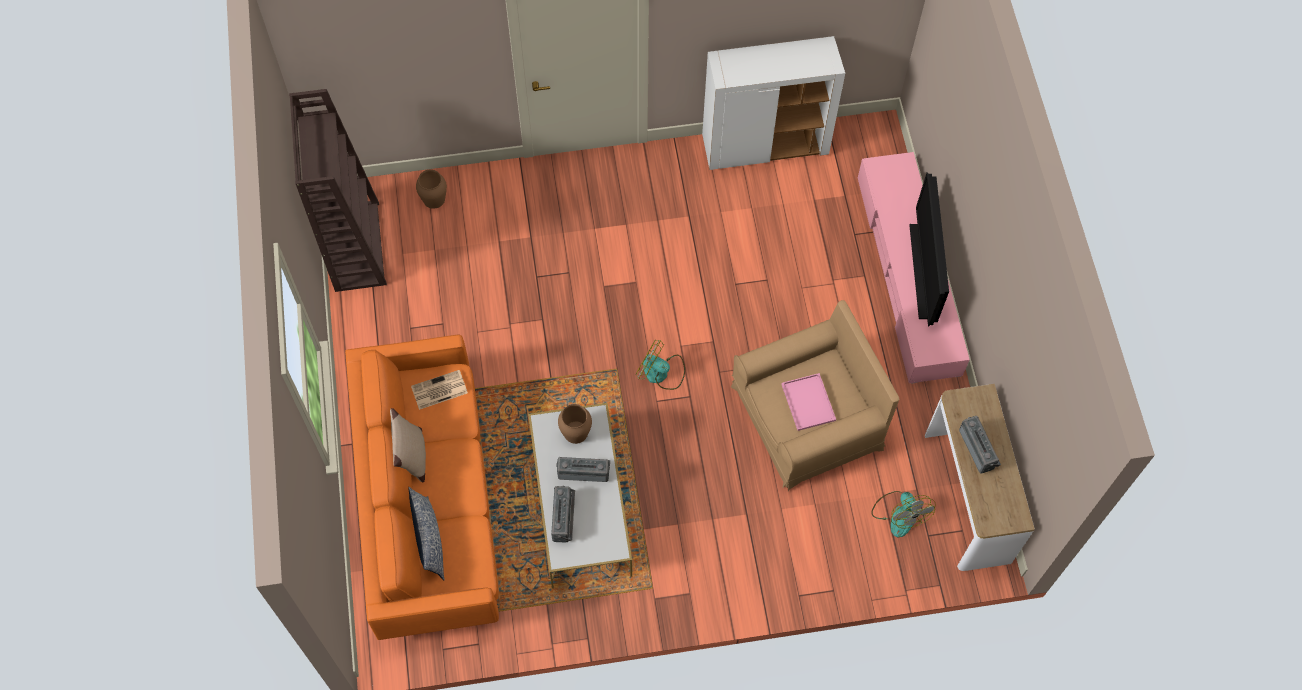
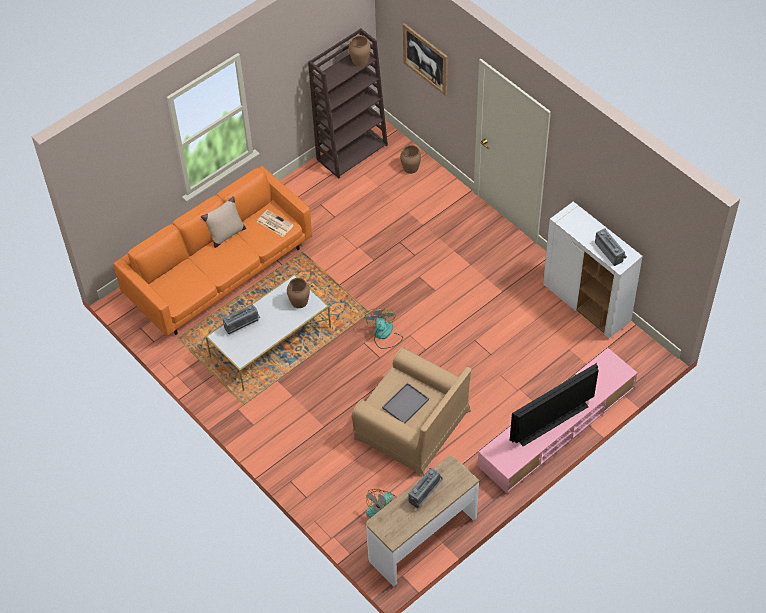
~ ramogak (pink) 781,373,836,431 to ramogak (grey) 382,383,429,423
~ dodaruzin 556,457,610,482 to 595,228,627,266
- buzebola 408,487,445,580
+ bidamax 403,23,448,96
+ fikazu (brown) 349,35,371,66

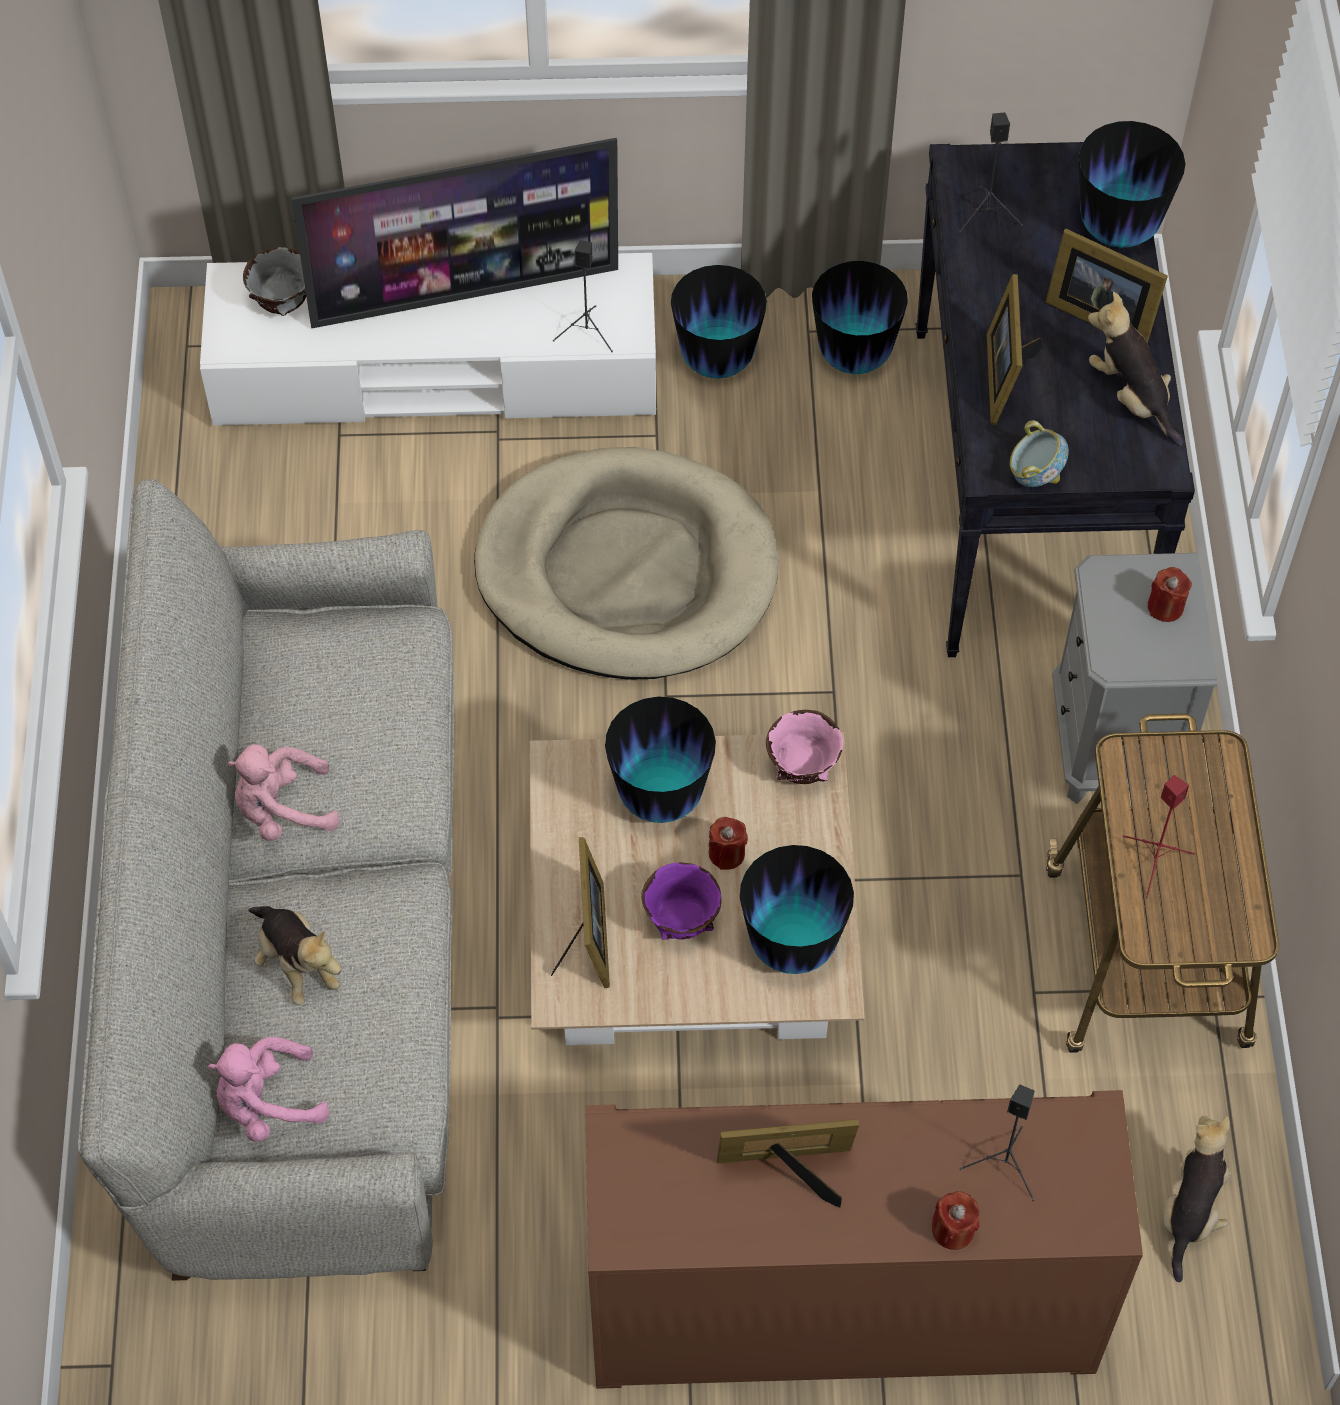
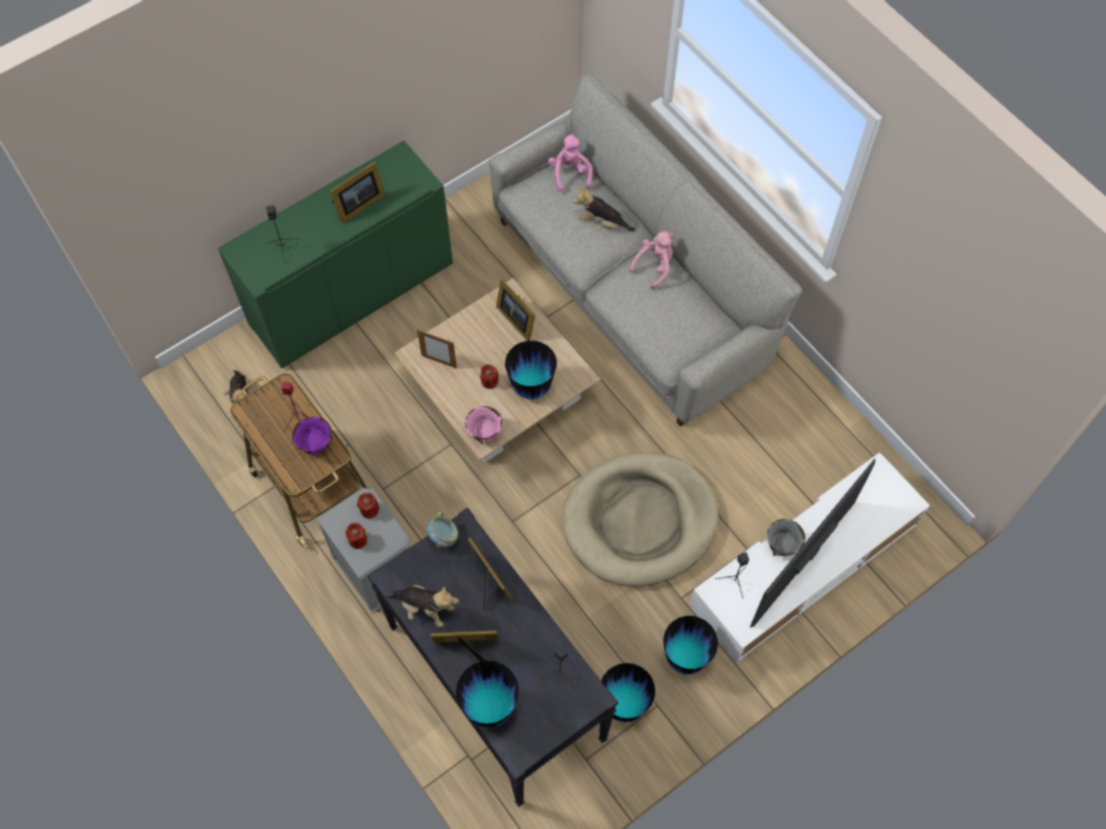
~ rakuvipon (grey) 243,247,306,316 to 767,519,805,556
~ fikazu 740,845,854,974 to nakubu 417,330,457,369
~ rakuvipon (purple) 641,863,722,940 to 292,416,332,457
~ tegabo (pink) 208,1037,330,1142 = 548,133,593,192 45 degrees counterclockwise
~ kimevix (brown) 585,1090,1143,1389 to kimevix (green) 218,141,453,368
~ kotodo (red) 932,1191,980,1250 to 357,493,380,519

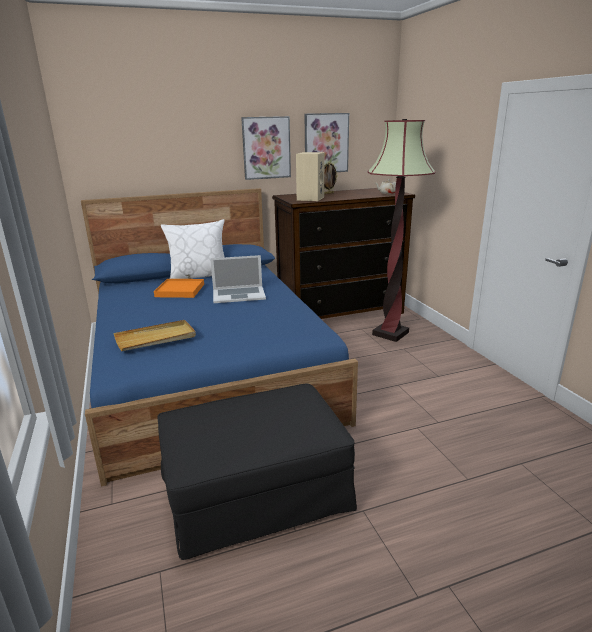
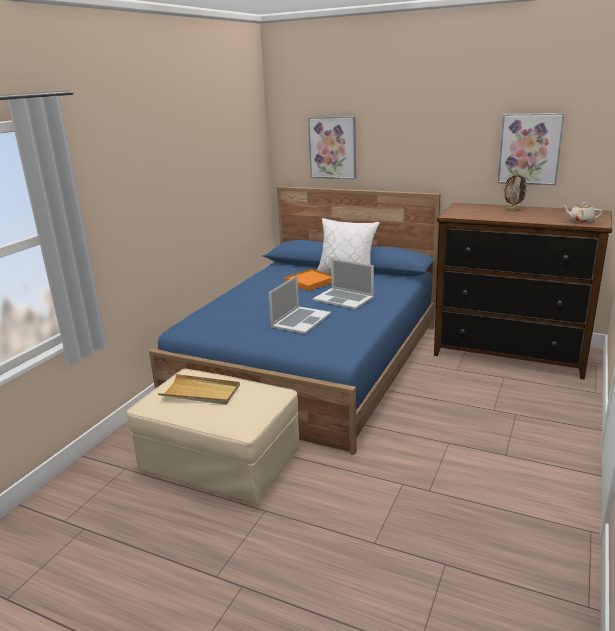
~ bidamax 241,116,291,180 to 308,117,356,179
- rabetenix 368,119,435,342
- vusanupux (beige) 296,152,324,201
~ ramogak (beige) 113,320,196,351 to 158,374,240,405
~ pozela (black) 158,384,357,560 to pozela (beige) 127,369,300,506
+ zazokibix 269,275,331,334

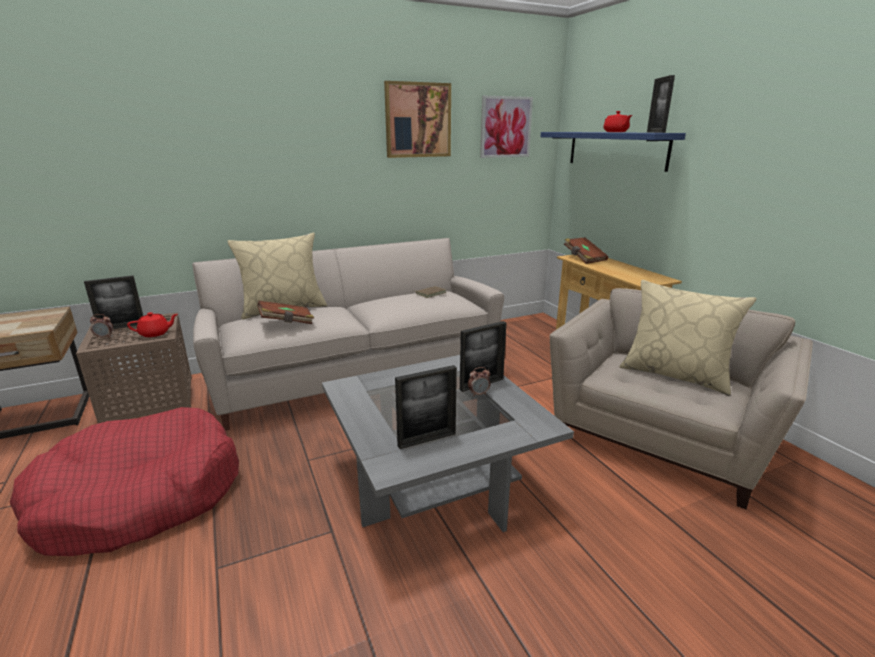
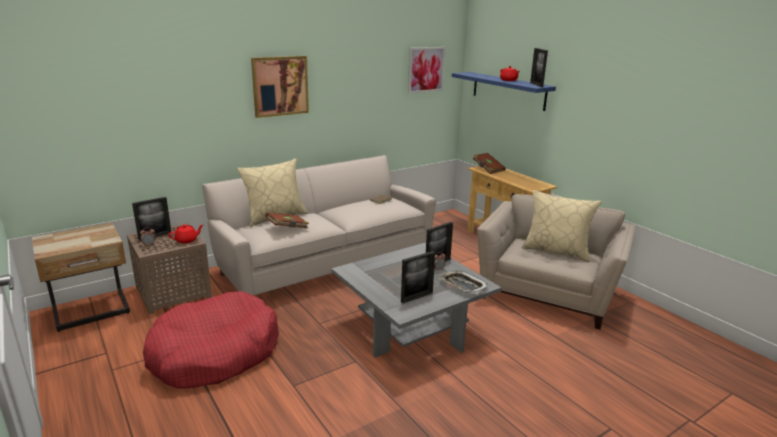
~ bidamax 384,81,451,158 to 251,56,309,118
+ ramogak 439,271,488,294

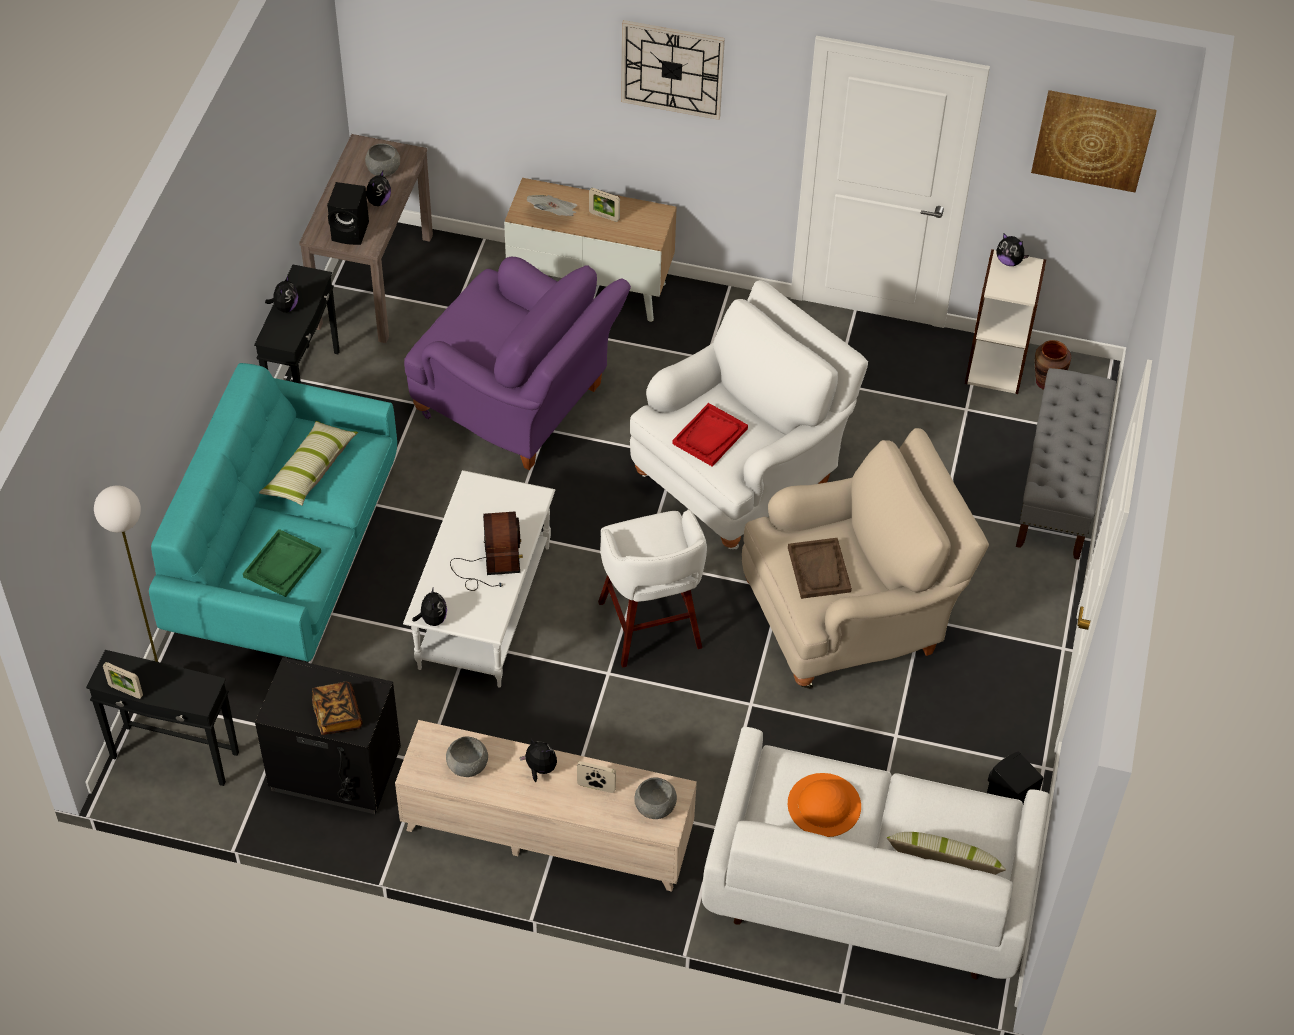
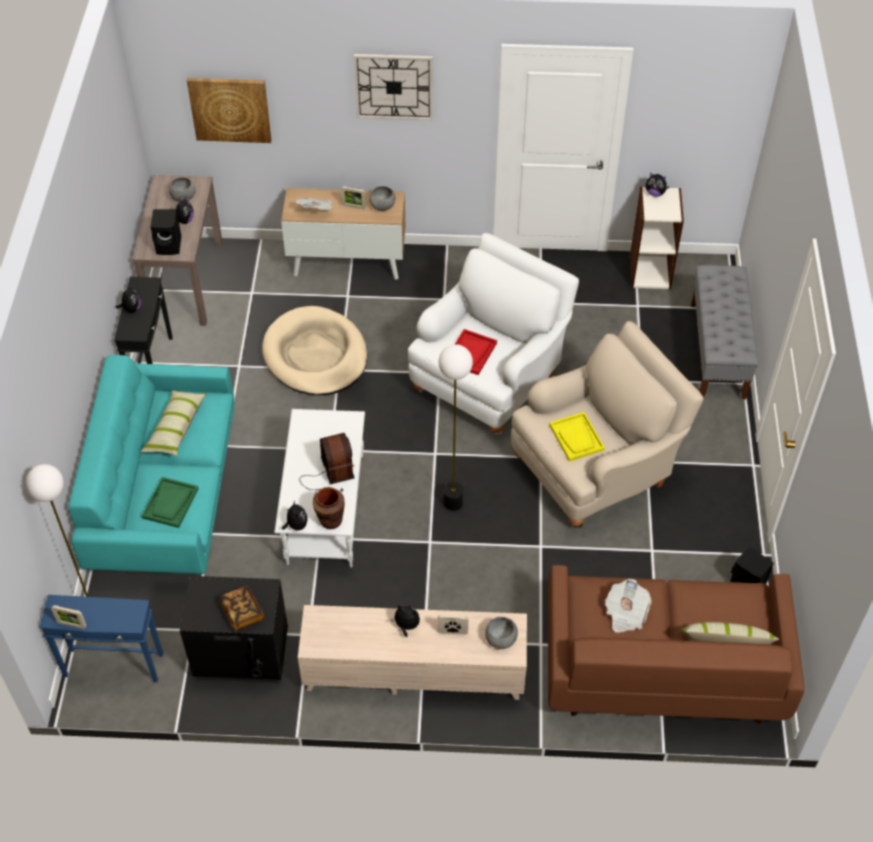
~ bidamax 1031,90,1157,192 to 187,78,271,143
~ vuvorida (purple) 404,257,631,470 to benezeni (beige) 262,306,367,395
~ fikazu (brown) 1035,340,1071,390 to 313,487,345,529
~ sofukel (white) 598,509,707,668 to rabetenix 438,344,473,511
~ ramogak (brown) 788,538,852,599 to ramogak (yellow) 549,412,605,462
~ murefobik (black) 86,650,239,786 to murefobik (blue) 39,595,163,682
~ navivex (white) 702,727,1050,979 to navivex (brown) 548,565,804,724
~ rakuvipon (grey) 446,737,488,777 to 369,186,395,211
~ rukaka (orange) 788,773,861,837 to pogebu 605,579,652,633

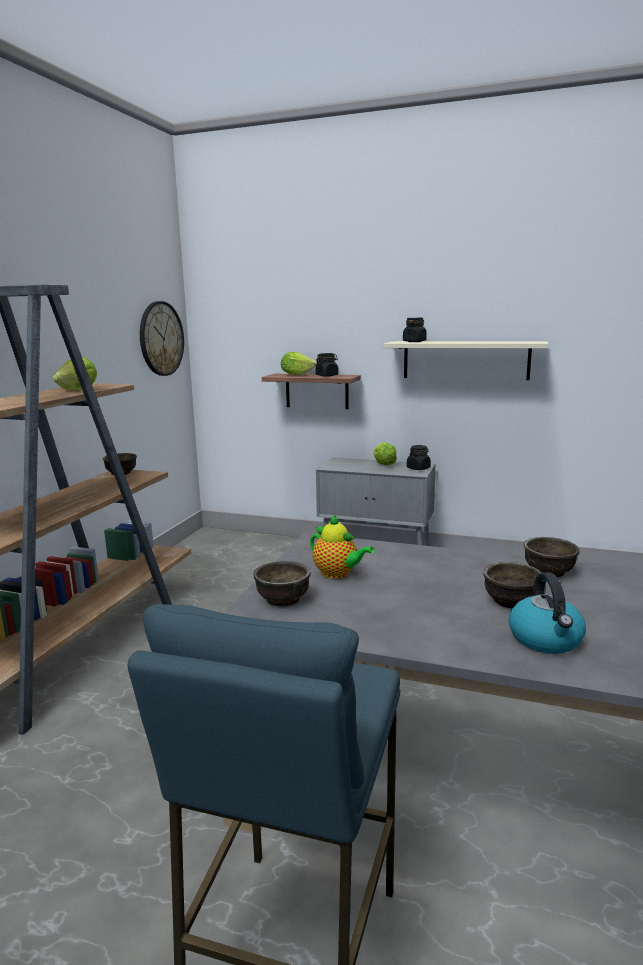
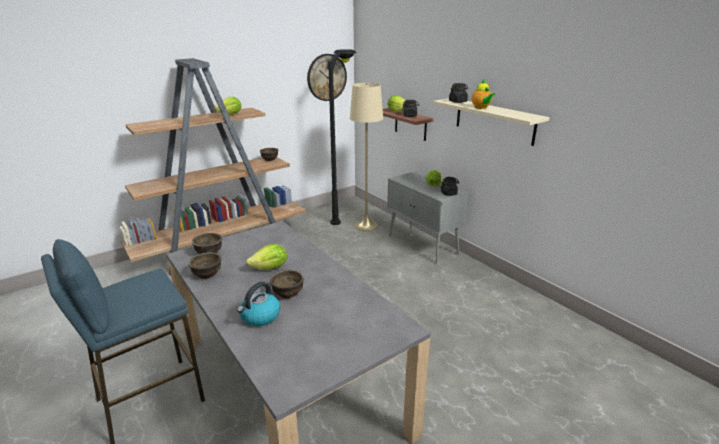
~ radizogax 310,515,375,579 to 472,79,495,109
~ rakuvipon (brown) 524,537,579,577 to 188,252,221,279
+ rabetenix (black) 327,49,357,225
+ rabetenix (beige) 350,83,383,231
+ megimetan 246,244,287,270

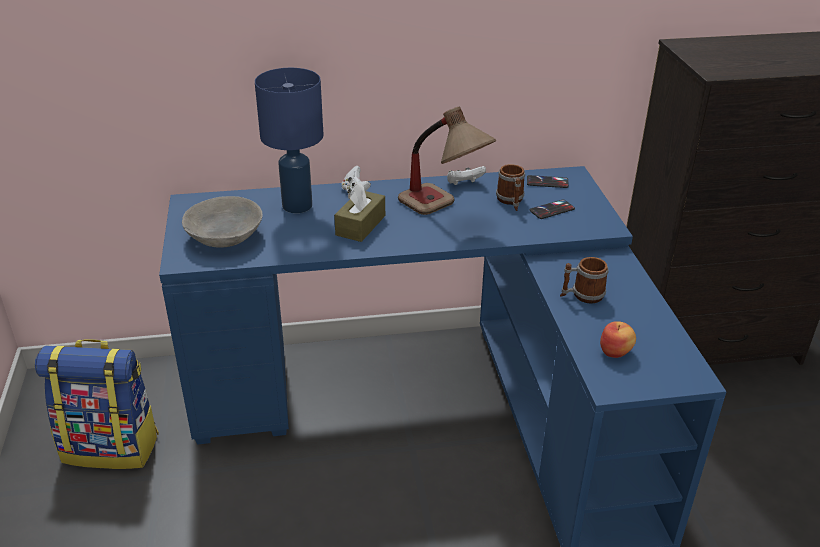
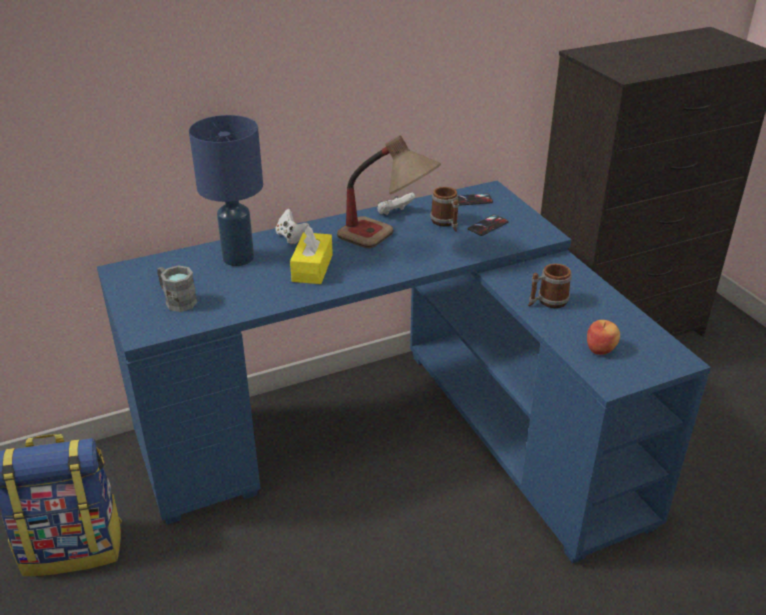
~ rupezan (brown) 334,183,385,242 to rupezan (yellow) 290,225,333,284
~ rakuvipon (grey) 182,196,263,247 to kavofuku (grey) 157,265,197,312

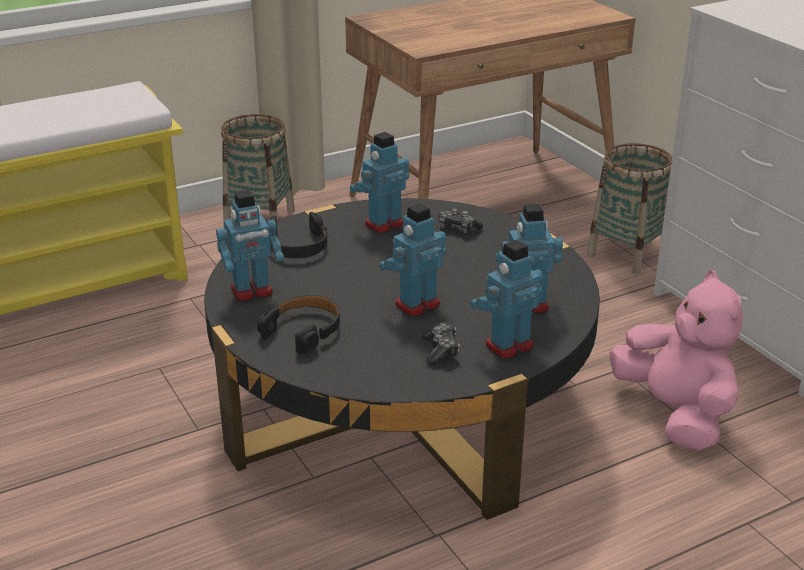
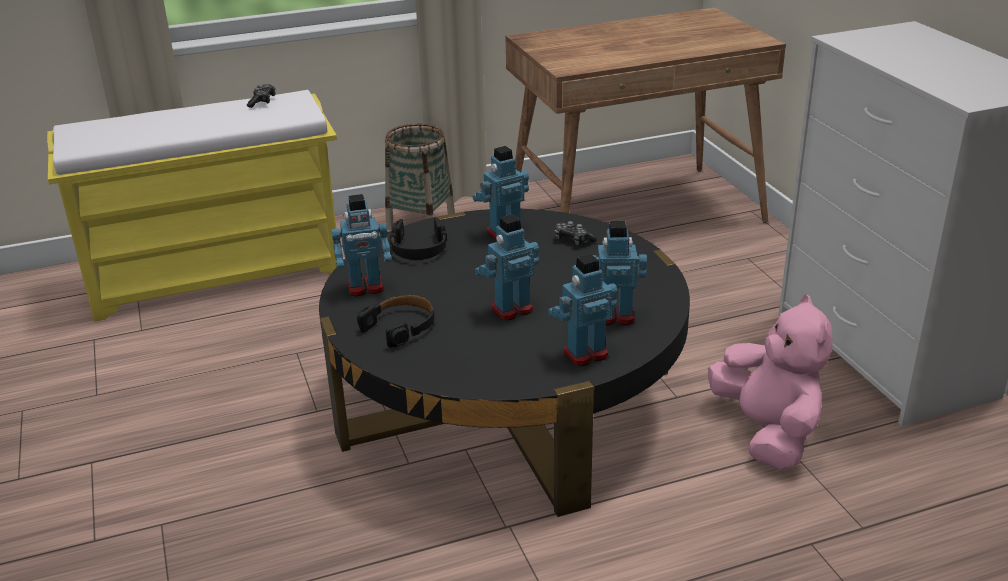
- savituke 587,143,672,274
~ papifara 422,323,460,365 to 247,84,276,108

